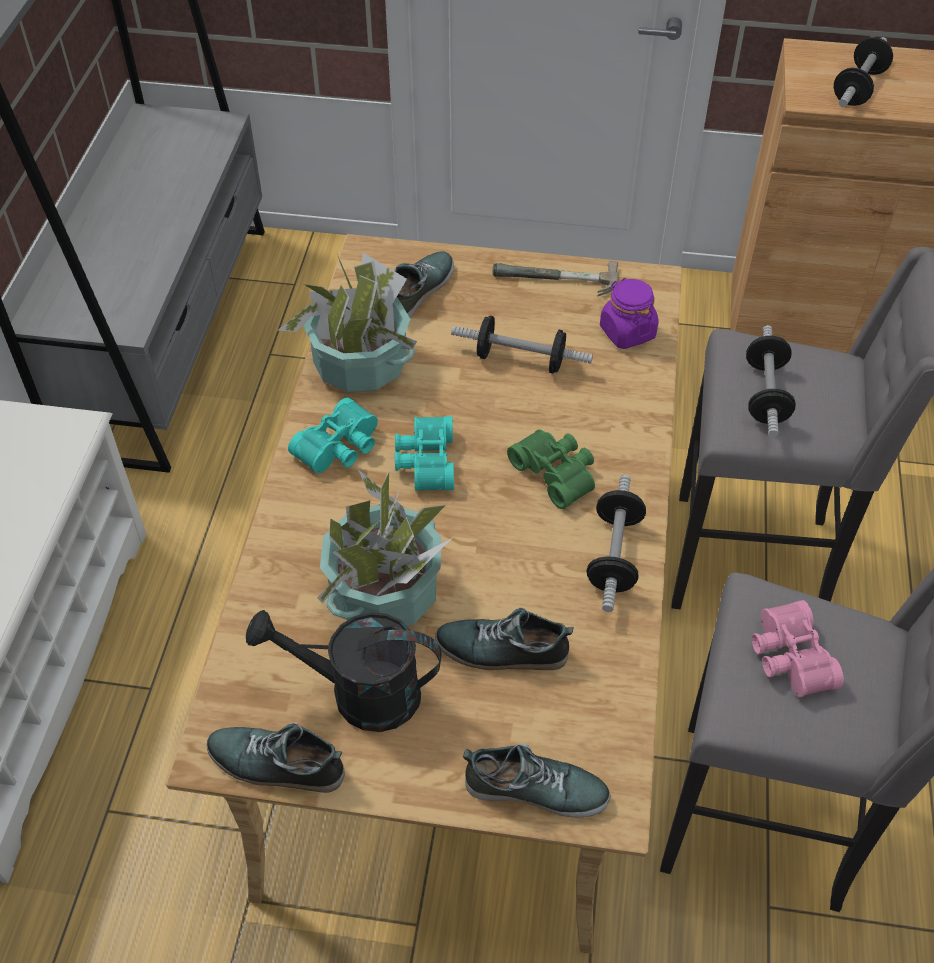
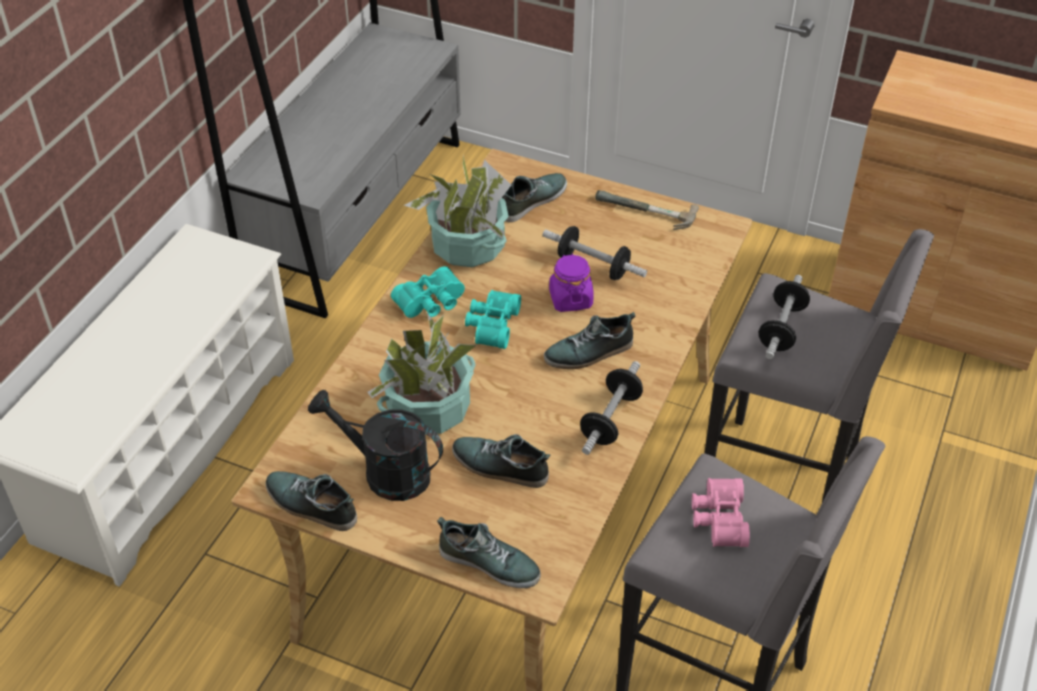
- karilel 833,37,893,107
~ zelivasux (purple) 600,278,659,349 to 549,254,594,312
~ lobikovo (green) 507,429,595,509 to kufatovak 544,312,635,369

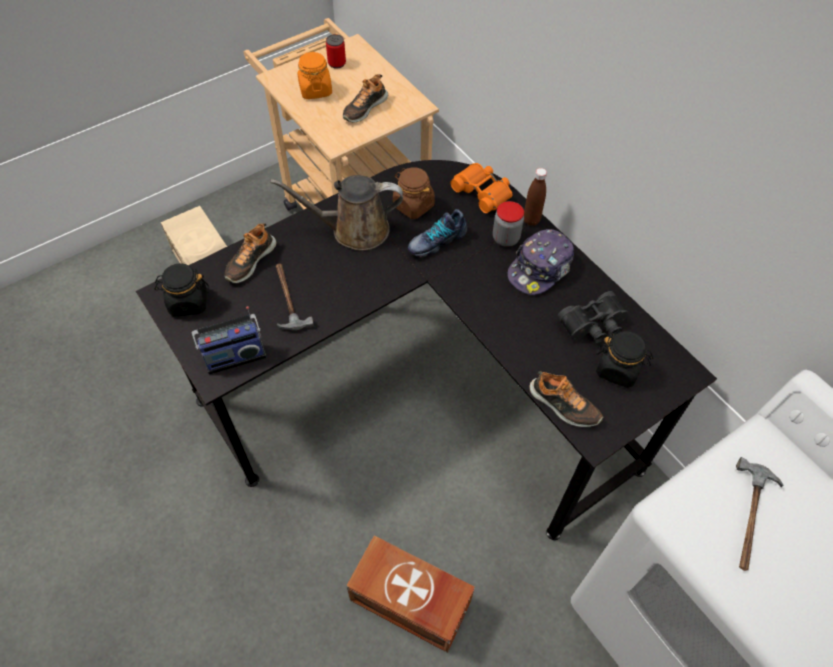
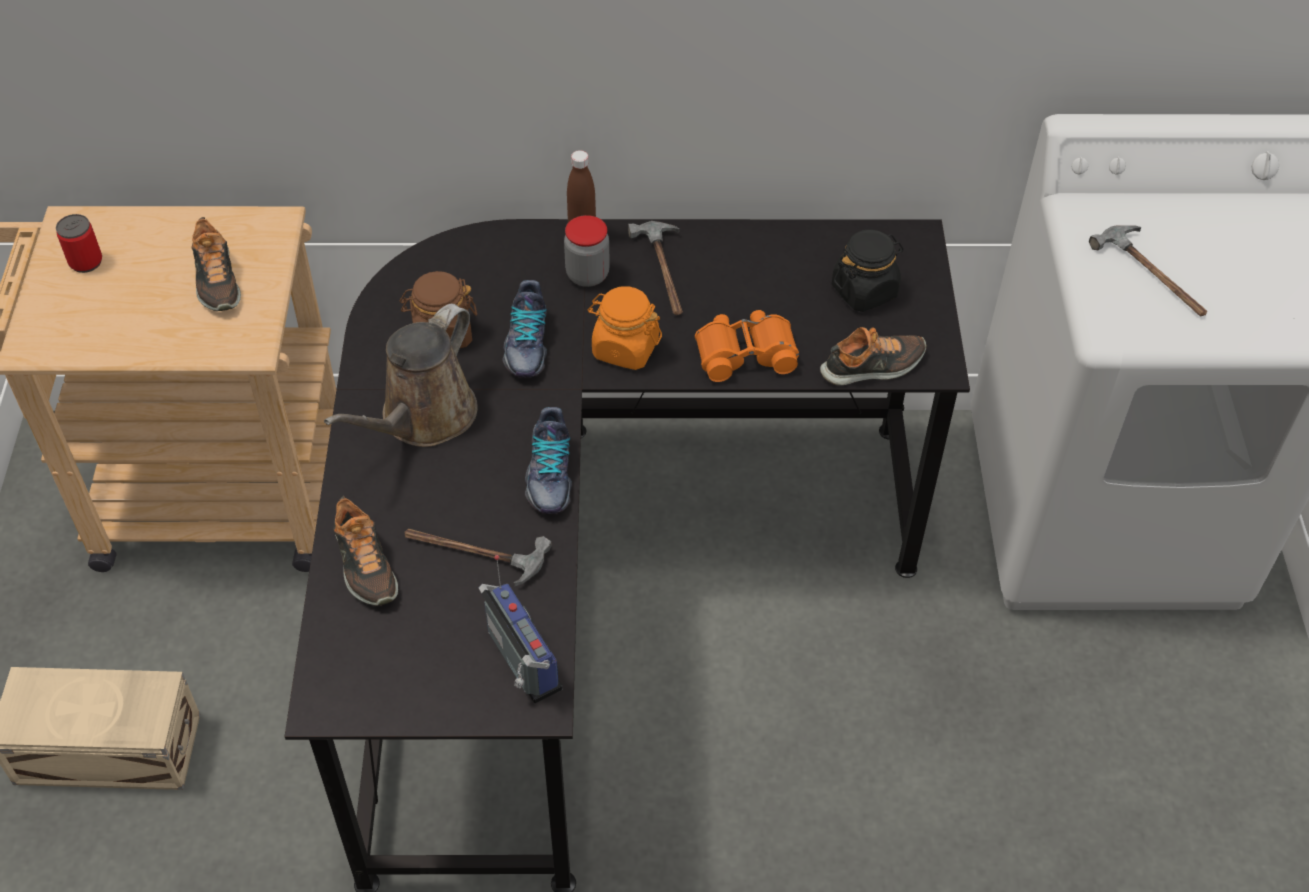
~ zelivasux (orange) 297,52,332,99 to 588,286,662,370
~ lobikovo (orange) 451,163,512,213 to 695,310,799,382
~ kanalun 507,229,574,295 to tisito 628,221,683,315
- zelivasux (black) 155,263,209,316
- lobikovo (black) 558,291,629,343
~ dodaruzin 192,306,266,375 = 479,555,562,703 45 degrees counterclockwise
- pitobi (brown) 346,536,475,653
+ kufatovak 525,407,572,514

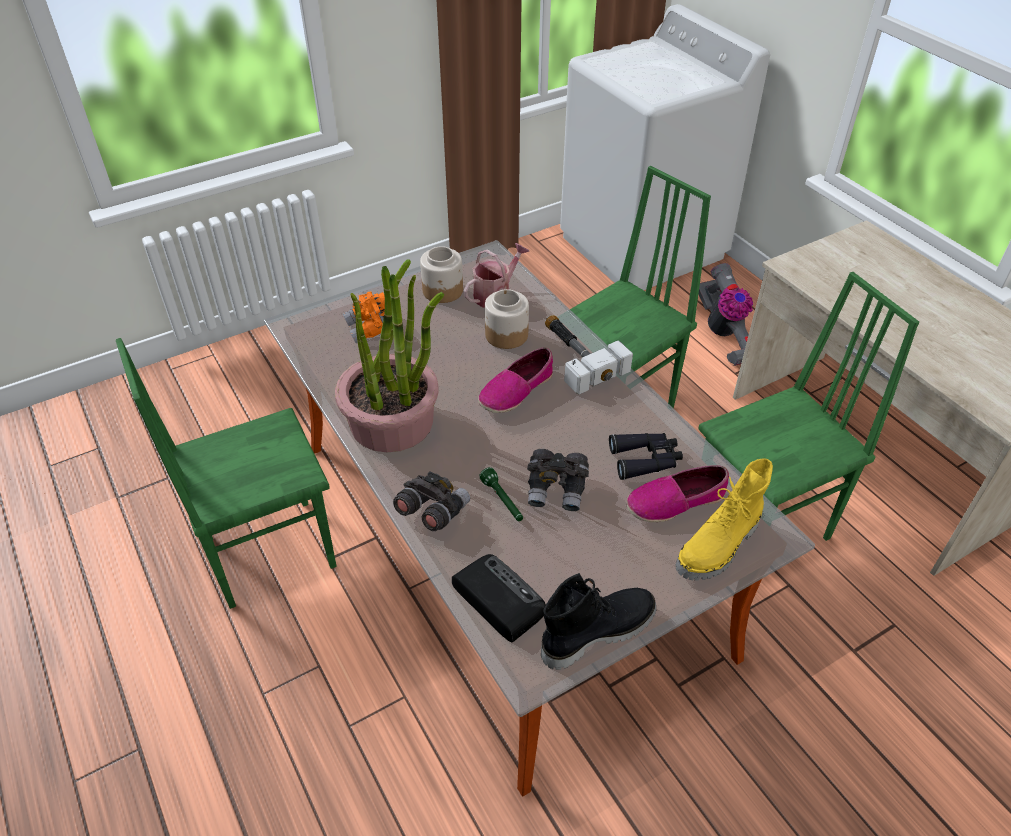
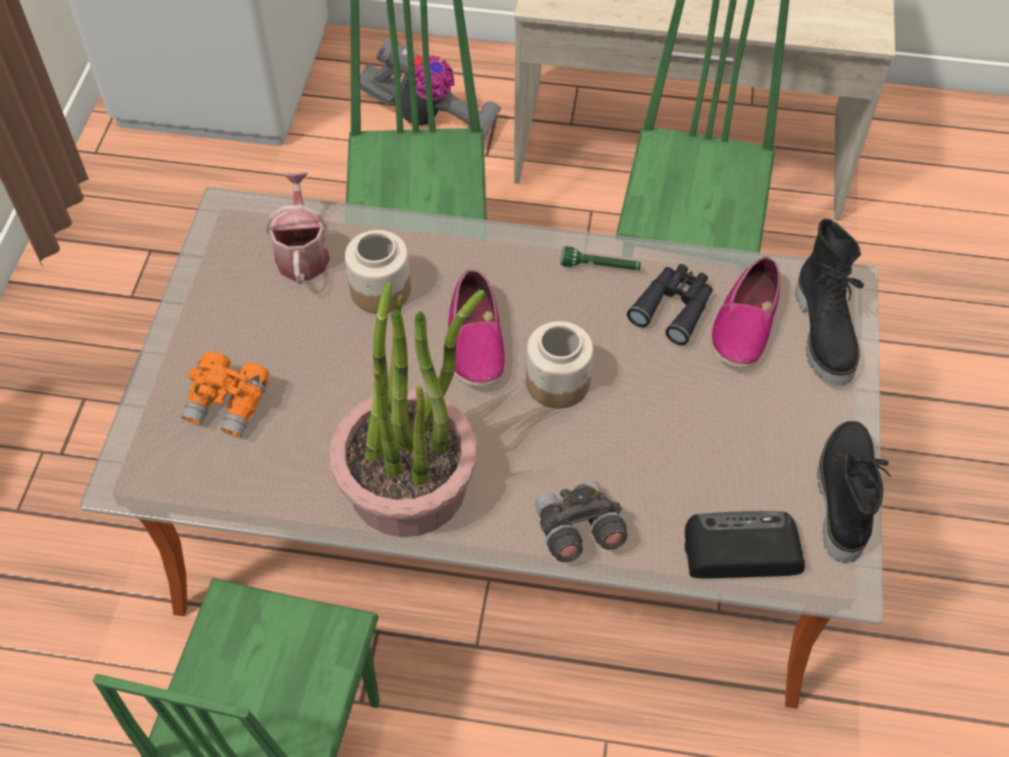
~ zelivasux 420,246,463,303 to 526,321,593,409
- tisito 545,315,633,395
- lobikovo (grey) 527,449,589,511
~ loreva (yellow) 676,458,773,581 to loreva (black) 795,219,864,386
~ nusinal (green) 479,467,523,521 to 561,246,641,270

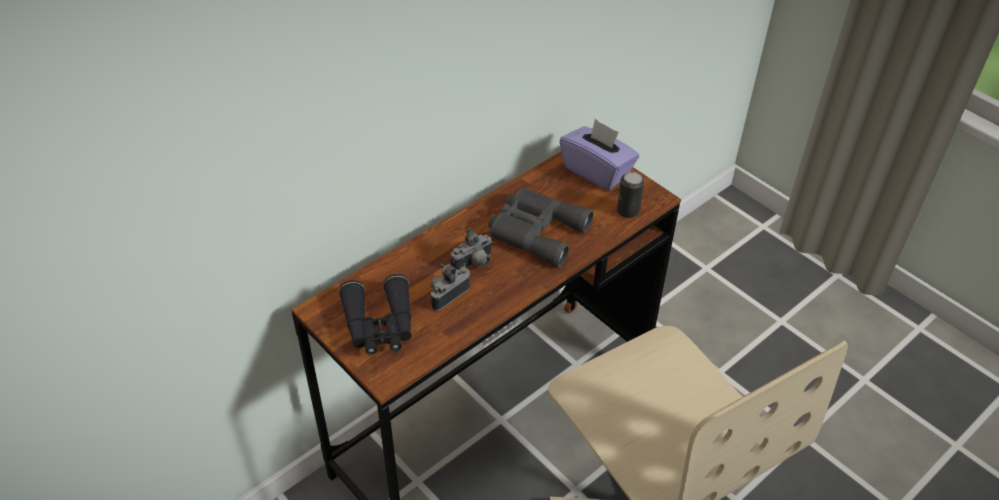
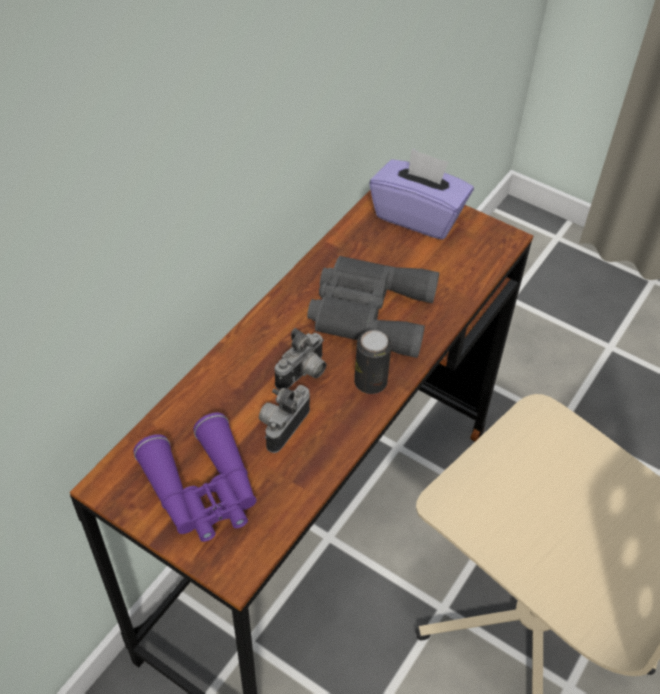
~ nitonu 617,172,644,218 to 354,330,392,394
~ lobikovo (black) 339,274,411,355 to lobikovo (purple) 133,413,257,542

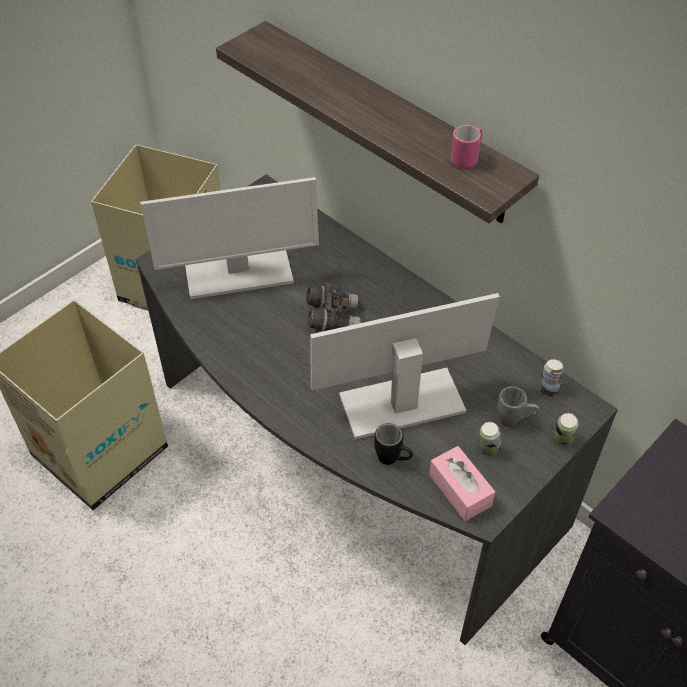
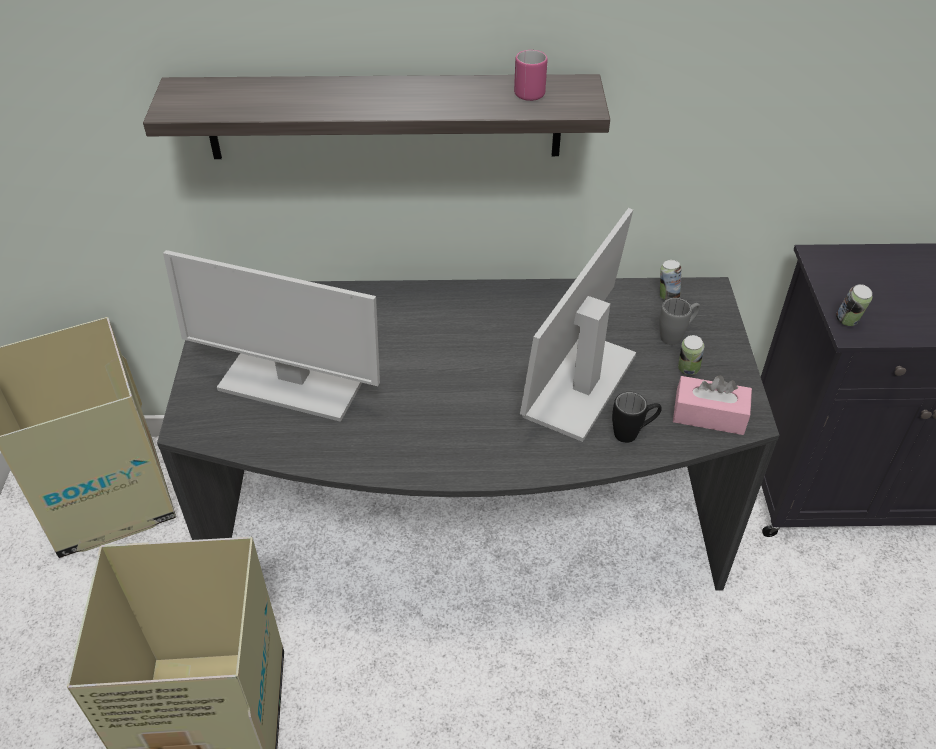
~ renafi 140,177,319,299 = 163,250,380,422 75 degrees clockwise
- lobikovo (grey) 306,283,361,331
~ nitonu 554,413,578,445 to 836,284,872,326

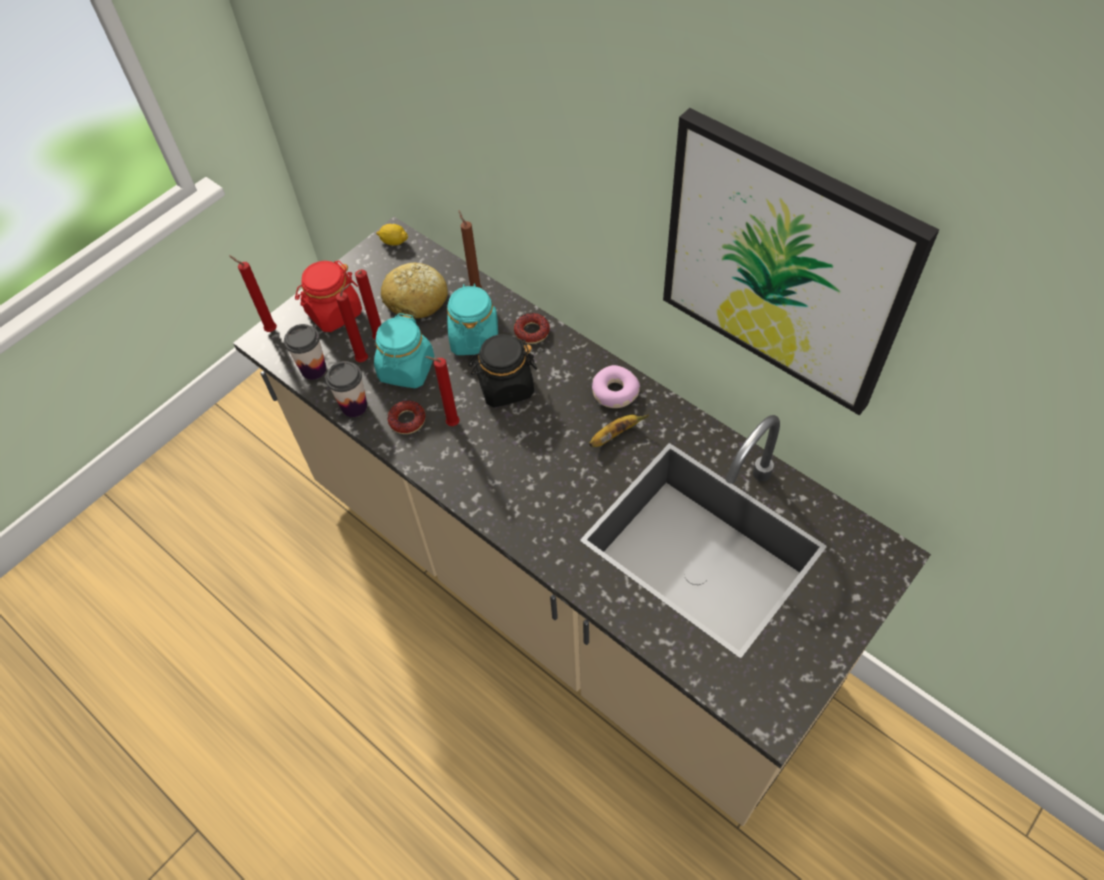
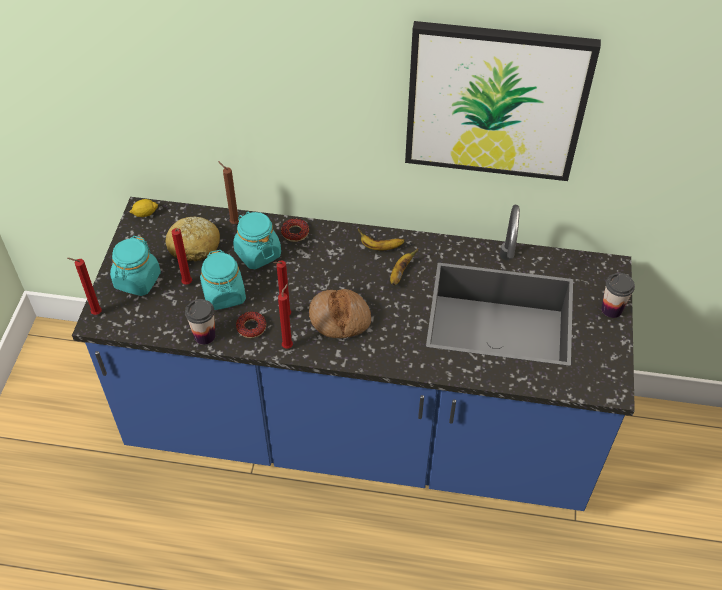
~ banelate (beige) 233,217,931,826 to banelate (blue) 72,197,635,511
~ zelivasux (red) 295,260,362,332 to zelivasux (turquoise) 110,236,161,296
~ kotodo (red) 336,284,368,362 to 278,284,293,349
~ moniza 284,324,326,380 to 601,273,635,318
- zelivasux (black) 468,334,537,407
~ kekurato 592,365,640,408 to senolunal 358,228,405,251
+ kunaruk 309,289,371,338

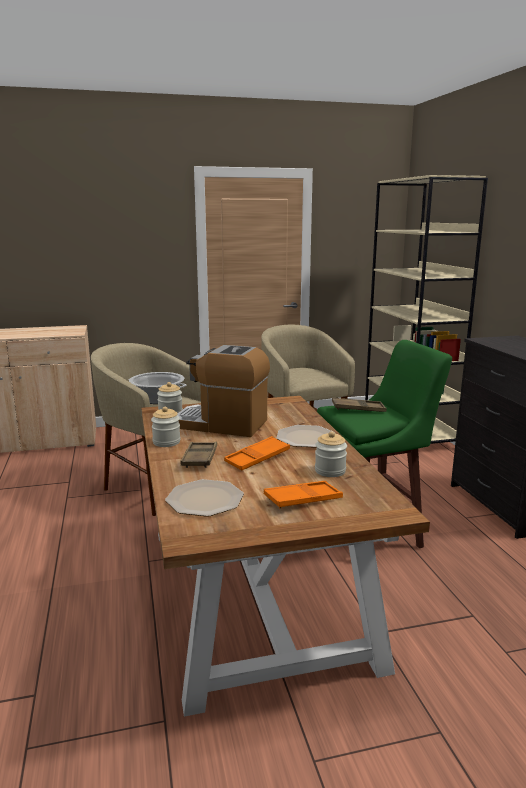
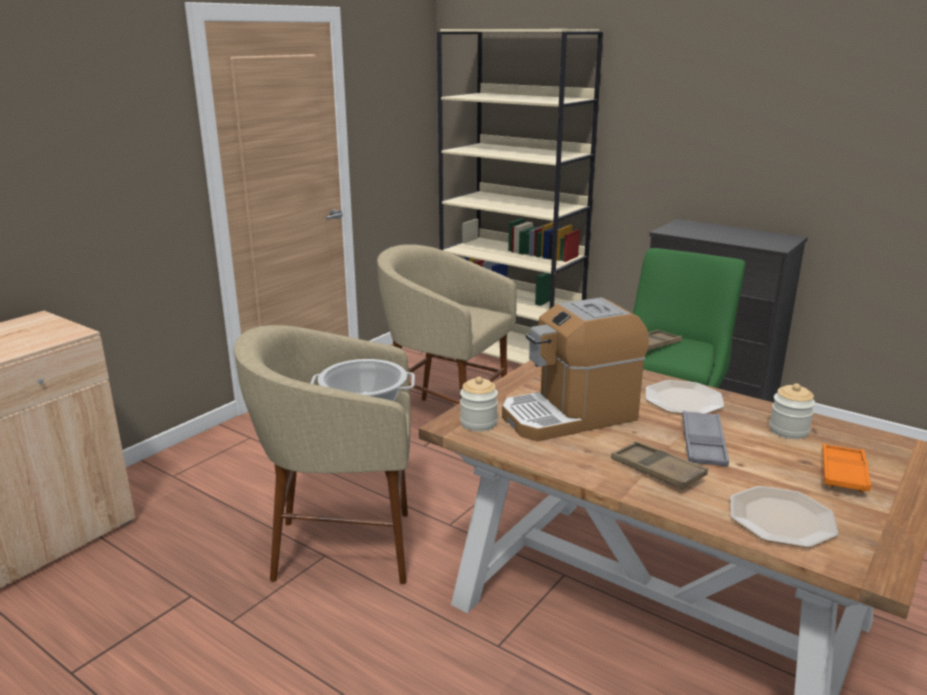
- zelivasux 151,407,181,447
~ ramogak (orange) 224,436,290,470 to ramogak (grey) 682,411,729,466

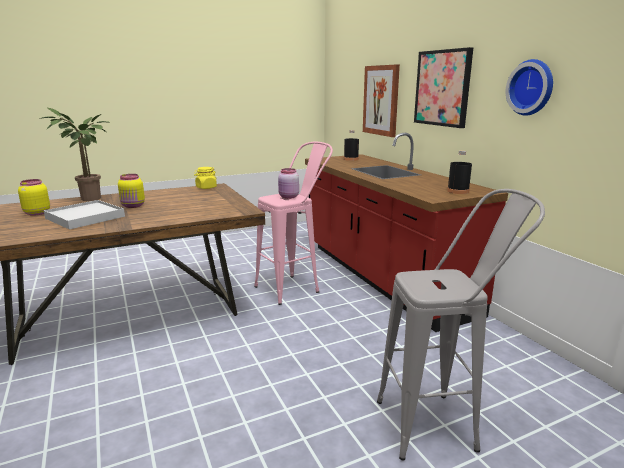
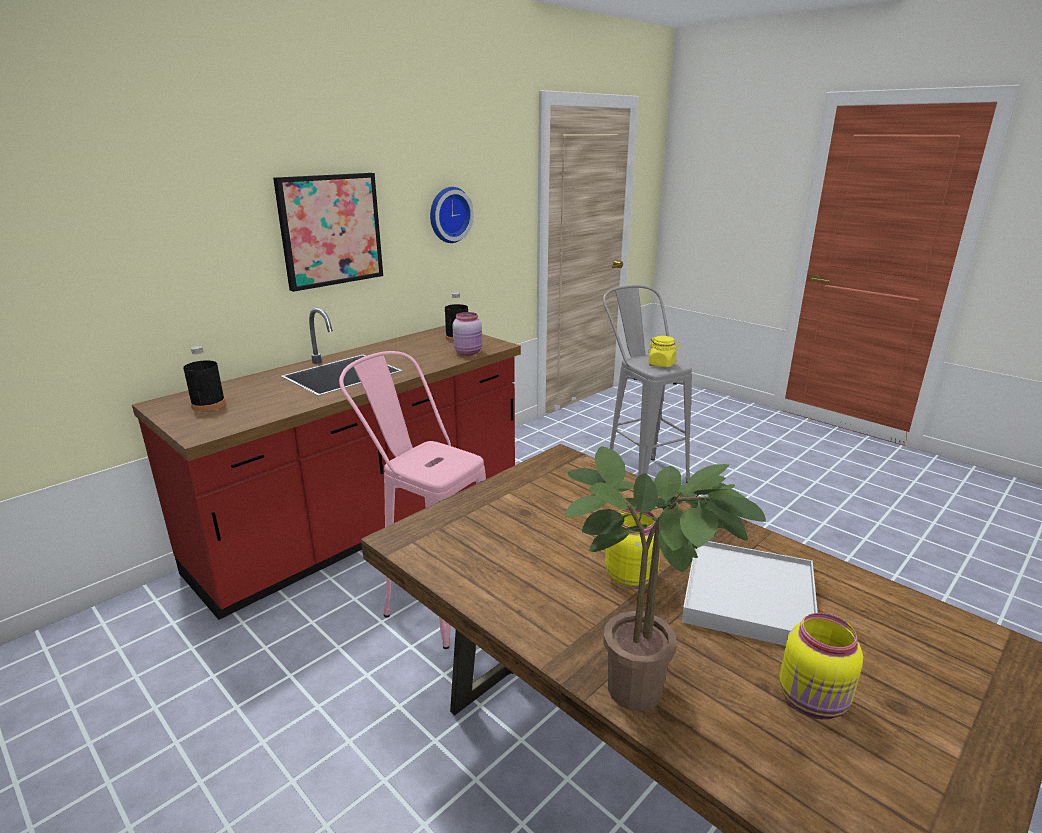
- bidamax 363,64,400,137
~ zelivasux (yellow) 194,167,217,189 to 648,336,679,367
~ zelivasux (pink) 278,168,299,199 to 452,312,482,356

